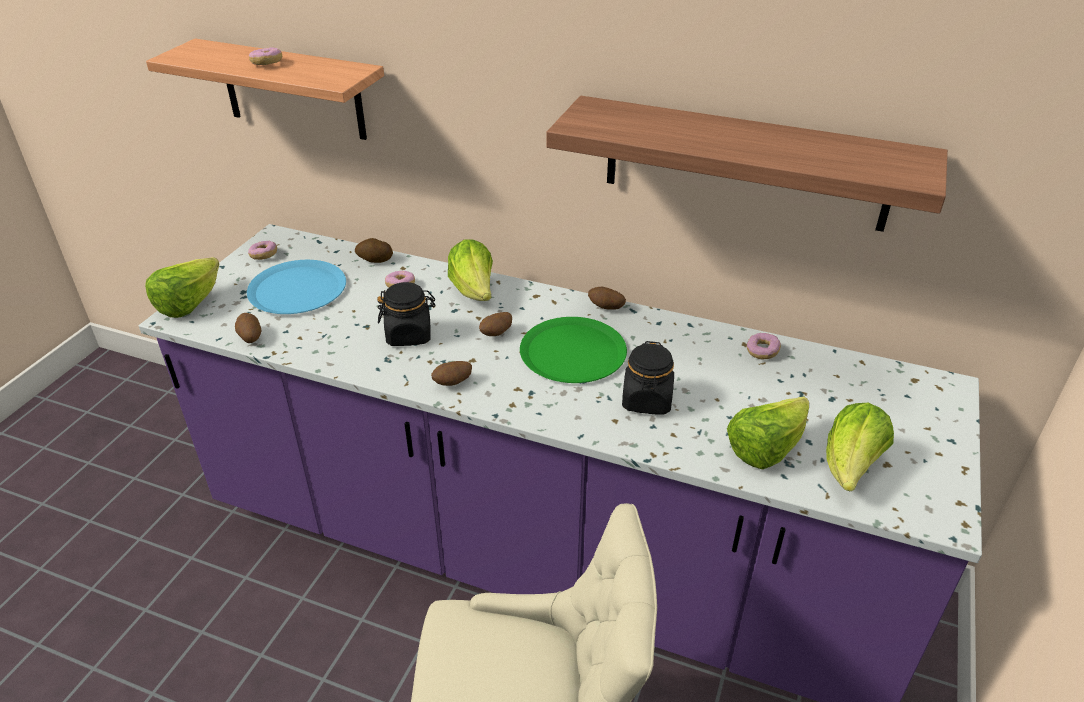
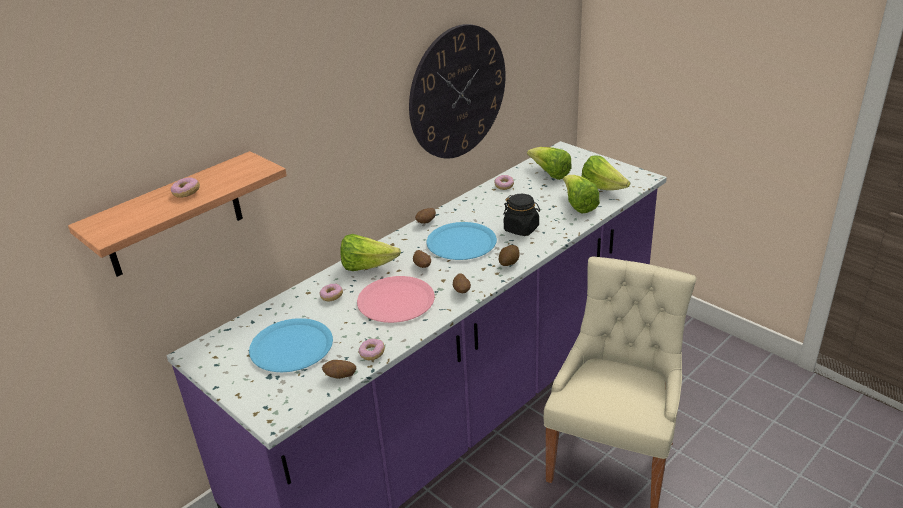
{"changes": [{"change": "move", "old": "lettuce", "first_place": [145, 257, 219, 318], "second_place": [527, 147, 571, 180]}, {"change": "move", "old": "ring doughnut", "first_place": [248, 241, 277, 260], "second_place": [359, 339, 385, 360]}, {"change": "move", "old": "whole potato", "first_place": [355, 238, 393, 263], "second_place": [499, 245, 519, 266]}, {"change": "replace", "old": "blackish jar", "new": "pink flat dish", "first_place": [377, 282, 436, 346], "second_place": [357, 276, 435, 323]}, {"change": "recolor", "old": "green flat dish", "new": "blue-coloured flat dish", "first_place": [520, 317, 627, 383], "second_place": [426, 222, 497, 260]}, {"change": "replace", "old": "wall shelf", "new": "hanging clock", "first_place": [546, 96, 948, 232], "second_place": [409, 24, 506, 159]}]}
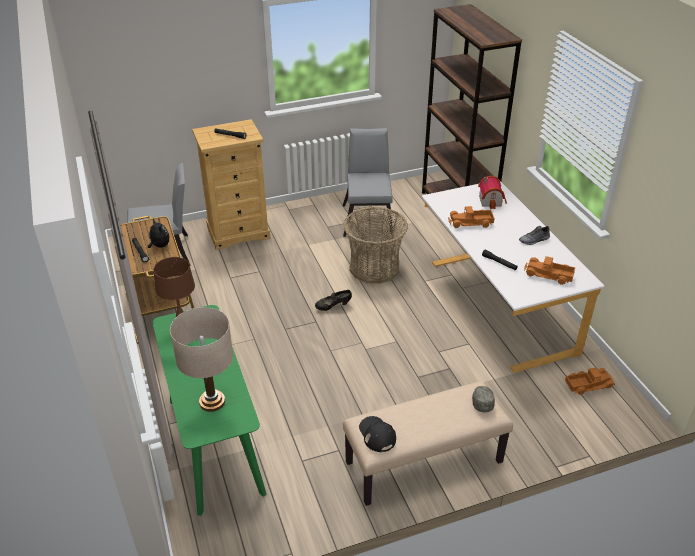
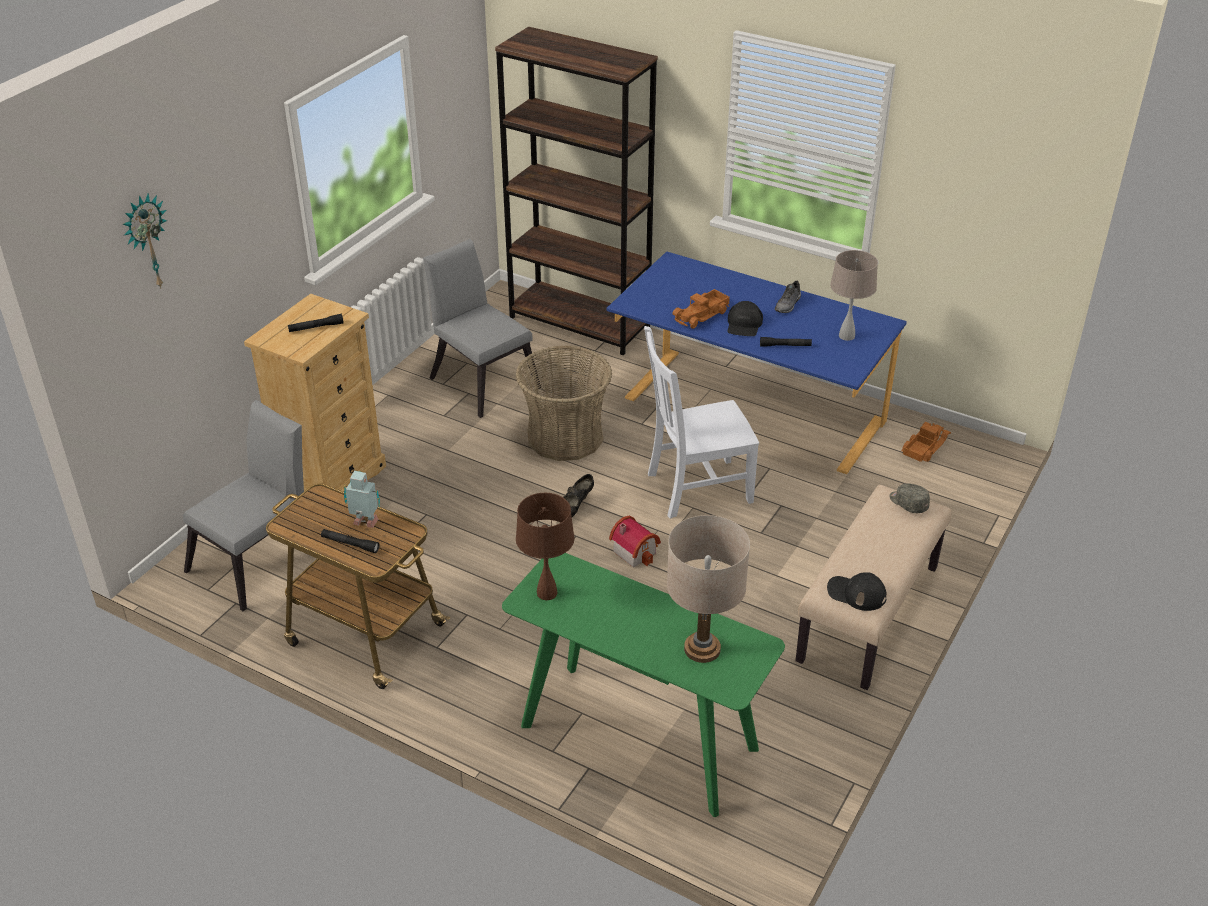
{"changes": [{"change": "replace", "old": "plush toy", "new": "model robot", "first_place": [148, 220, 169, 248], "second_place": [344, 471, 380, 528]}, {"change": "recolor", "old": "whitish desk table", "new": "blue-coloured desk table", "first_place": [422, 181, 605, 373], "second_place": [607, 252, 907, 474]}, {"change": "move", "old": "miniature house", "first_place": [478, 176, 507, 209], "second_place": [609, 516, 661, 568]}, {"change": "replace", "old": "model truck", "new": "beige tabletop lamp", "first_place": [524, 256, 575, 285], "second_place": [830, 250, 878, 341]}, {"change": "insert", "new": "hanging clock", "second_place": [123, 193, 167, 288]}, {"change": "insert", "new": "whitish plain chair", "second_place": [644, 326, 759, 519]}, {"change": "insert", "new": "blackish baseball cap", "second_place": [727, 301, 763, 336]}]}
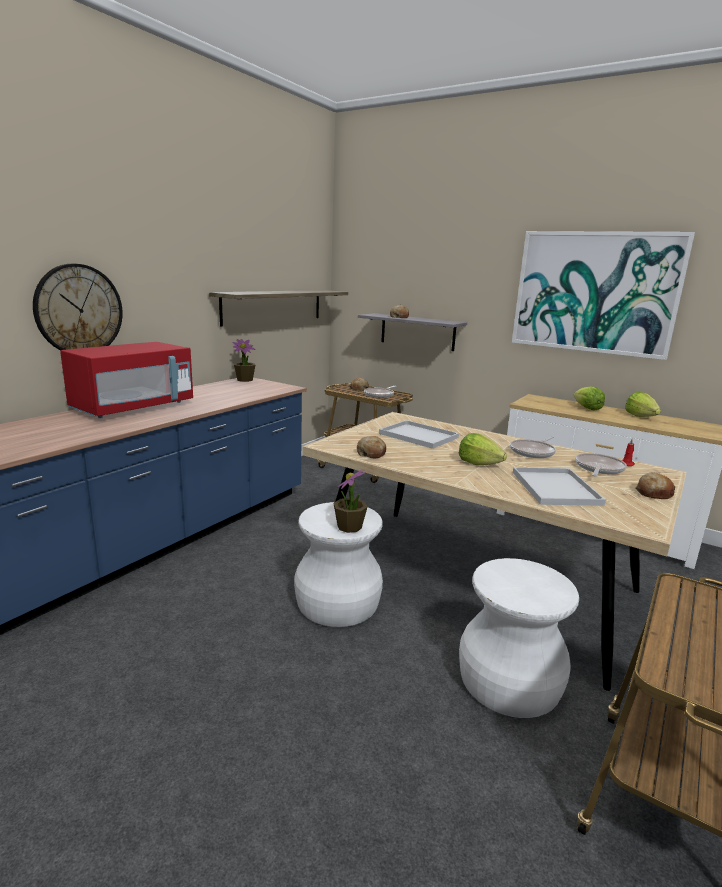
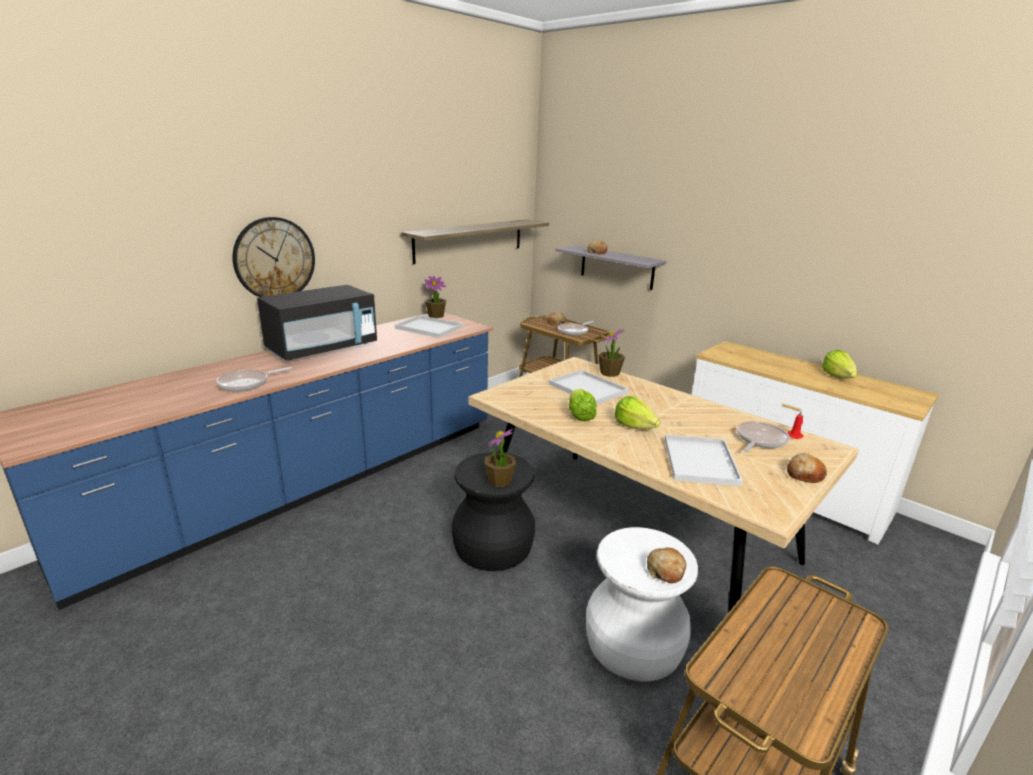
{"changes": [{"change": "recolor", "old": "reddish microwave oven", "new": "blackish microwave oven", "first_place": [60, 342, 193, 418], "second_place": [257, 285, 377, 361]}, {"change": "recolor", "old": "whitish stool seat", "new": "blackish stool seat", "first_place": [294, 502, 383, 627], "second_place": [452, 452, 535, 571]}, {"change": "move", "old": "baked bread", "first_place": [357, 436, 386, 458], "second_place": [647, 548, 686, 583]}, {"change": "move", "old": "skillet", "first_place": [510, 436, 556, 458], "second_place": [216, 367, 292, 392]}, {"change": "delete", "old": "wall art", "first_place": [512, 231, 695, 360]}, {"change": "move", "old": "lettuce", "first_place": [574, 386, 605, 411], "second_place": [569, 389, 596, 421]}, {"change": "insert", "new": "whitish serving tray", "second_place": [395, 315, 462, 338]}, {"change": "insert", "new": "houseplant", "second_place": [599, 329, 625, 377]}]}
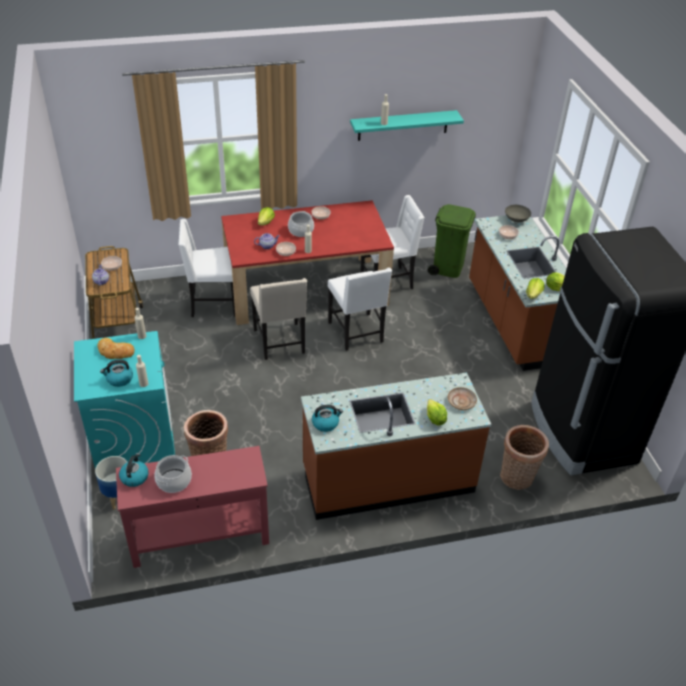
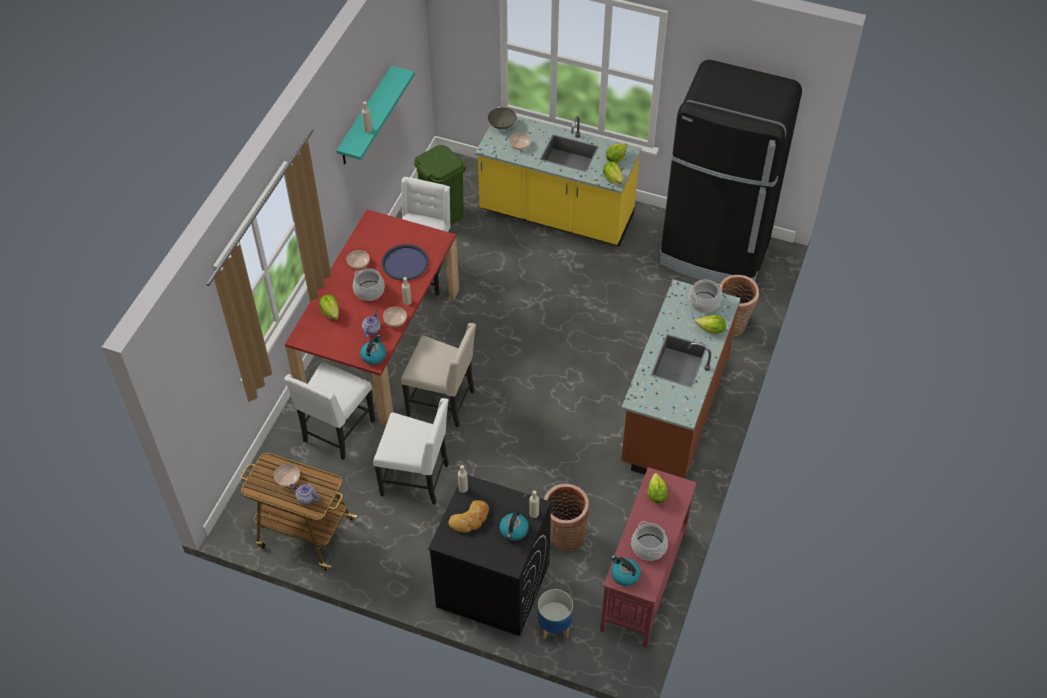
{"changes": [{"change": "recolor", "old": "turquoise-coloured laundry machine", "new": "blackish laundry machine", "first_place": [74, 331, 175, 469], "second_place": [428, 475, 551, 636]}, {"change": "move", "old": "water kettle", "first_place": [312, 405, 343, 432], "second_place": [360, 335, 386, 365]}, {"change": "move", "old": "whitish plain chair", "first_place": [328, 268, 392, 351], "second_place": [373, 398, 449, 505]}, {"change": "replace", "old": "beige flat dish", "new": "cooking pot", "first_place": [448, 387, 477, 410], "second_place": [689, 279, 722, 312]}, {"change": "recolor", "old": "brownish kitchen counter", "new": "yellowish kitchen counter", "first_place": [469, 215, 566, 371], "second_place": [475, 116, 641, 246]}, {"change": "insert", "new": "blue-coloured serving tray", "second_place": [382, 244, 429, 280]}, {"change": "insert", "new": "lettuce", "second_place": [648, 473, 667, 504]}]}
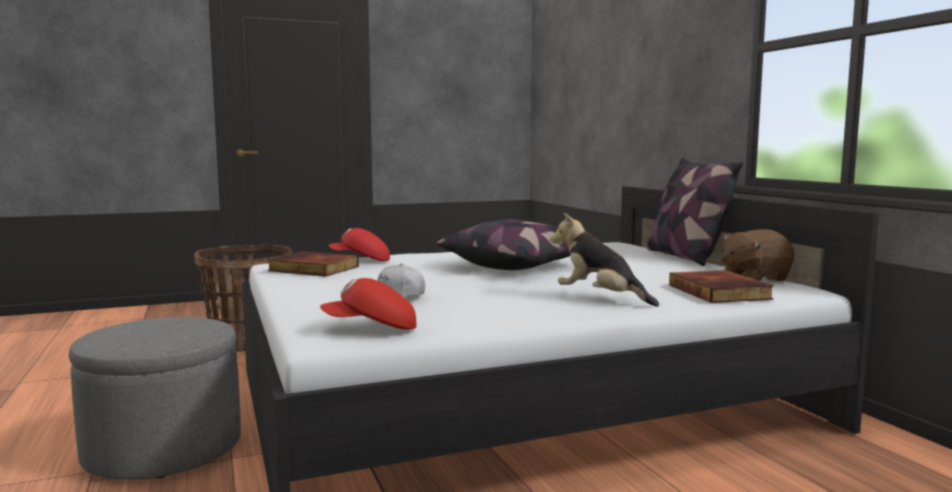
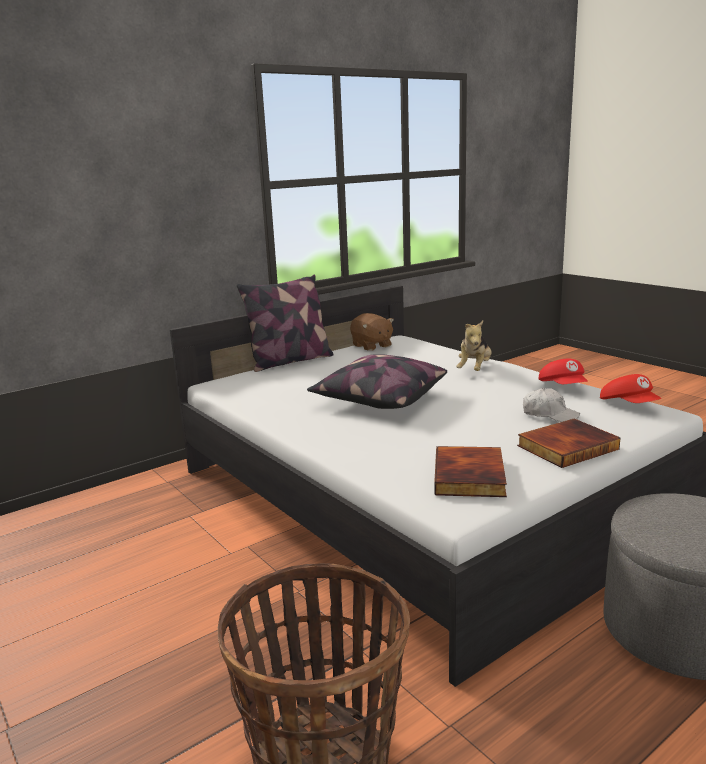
{"changes": [{"change": "move", "old": "reddish baseball cap", "first_place": [329, 228, 390, 261], "second_place": [538, 359, 588, 384]}, {"change": "move", "old": "book", "first_place": [669, 270, 774, 303], "second_place": [517, 419, 621, 468]}]}
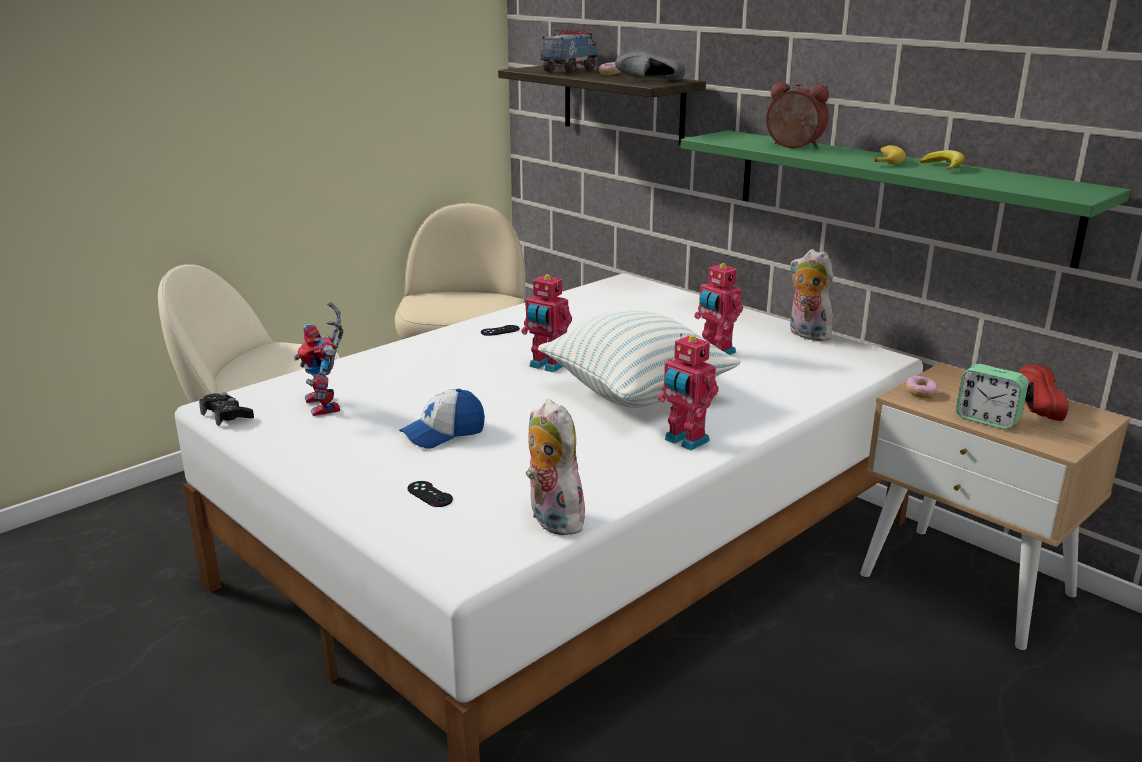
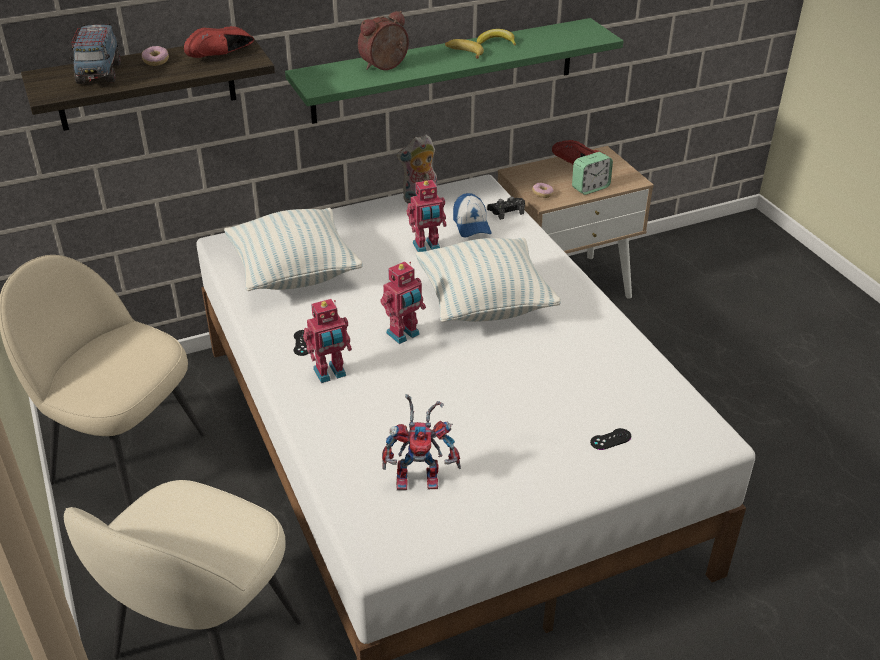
{"changes": [{"change": "move", "old": "blackish joypad", "first_place": [199, 393, 254, 426], "second_place": [487, 196, 525, 220]}, {"change": "move", "old": "baseball cap", "first_place": [399, 389, 485, 449], "second_place": [453, 193, 491, 237]}, {"change": "delete", "old": "plush toy", "first_place": [526, 399, 585, 535]}, {"change": "rotate", "old": "model truck", "first_place": [540, 29, 597, 73], "second_place": [69, 23, 121, 84], "degrees": -150}, {"change": "recolor", "old": "gray low shoe", "new": "reddish low shoe", "first_place": [615, 50, 685, 80], "second_place": [184, 26, 254, 58]}, {"change": "move", "old": "model robot", "first_place": [658, 334, 719, 451], "second_place": [303, 299, 352, 383]}, {"change": "insert", "new": "throw pillow", "second_place": [224, 208, 363, 291]}]}
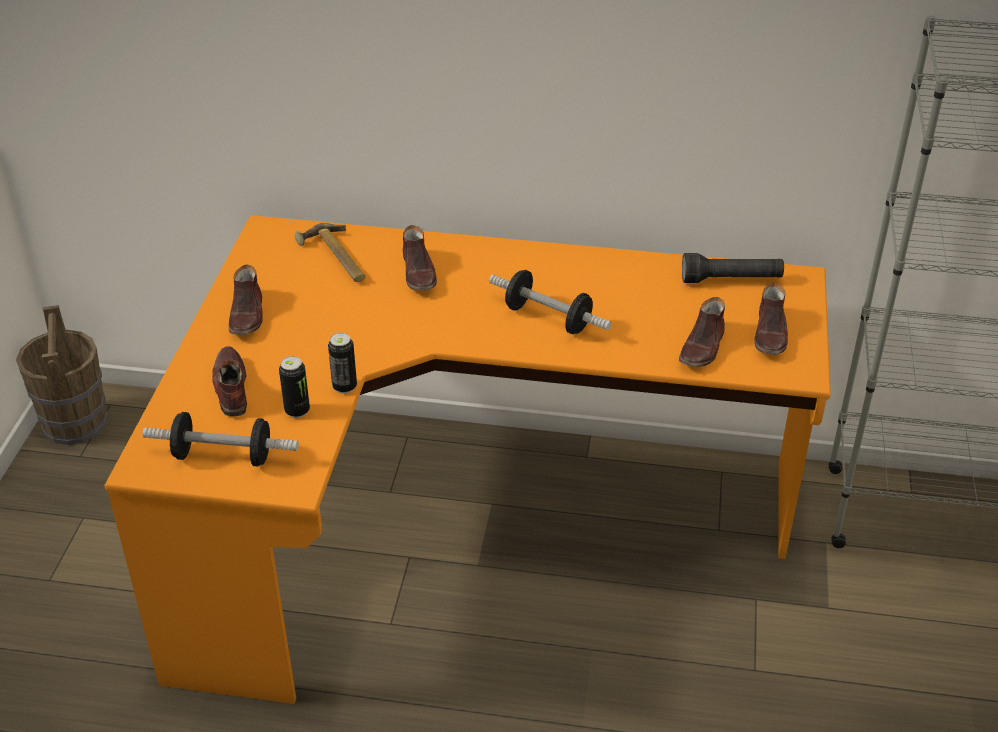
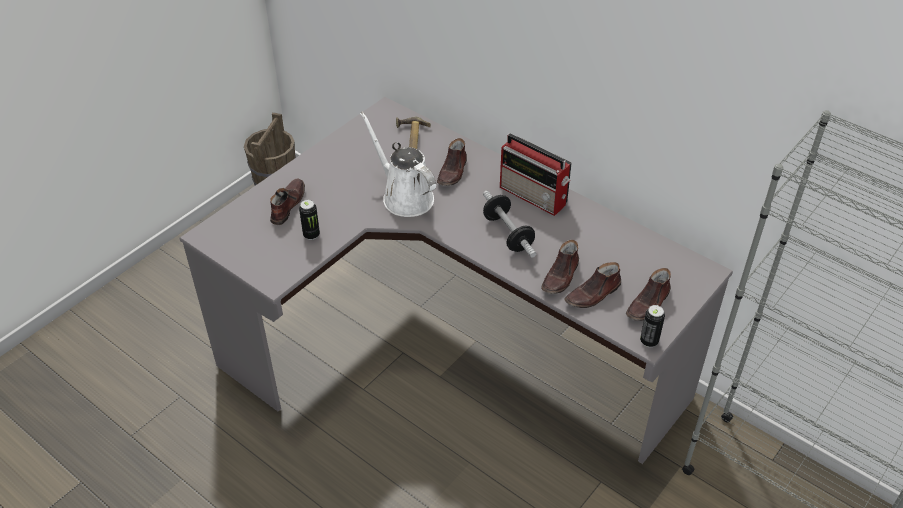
{"changes": [{"change": "recolor", "old": "orange-coloured desk table", "new": "gray desk table", "first_place": [104, 215, 831, 704], "second_place": [180, 97, 733, 464]}, {"change": "delete", "old": "free weight", "first_place": [143, 412, 299, 467]}, {"change": "move", "old": "brownish low shoe", "first_place": [229, 264, 263, 335], "second_place": [541, 240, 579, 294]}, {"change": "move", "old": "can", "first_place": [328, 333, 357, 394], "second_place": [640, 305, 665, 347]}, {"change": "delete", "old": "blackish torch", "first_place": [682, 253, 784, 283]}, {"change": "insert", "new": "whitish watering pot", "second_place": [360, 111, 436, 217]}, {"change": "insert", "new": "radio set", "second_place": [500, 133, 572, 216]}]}
